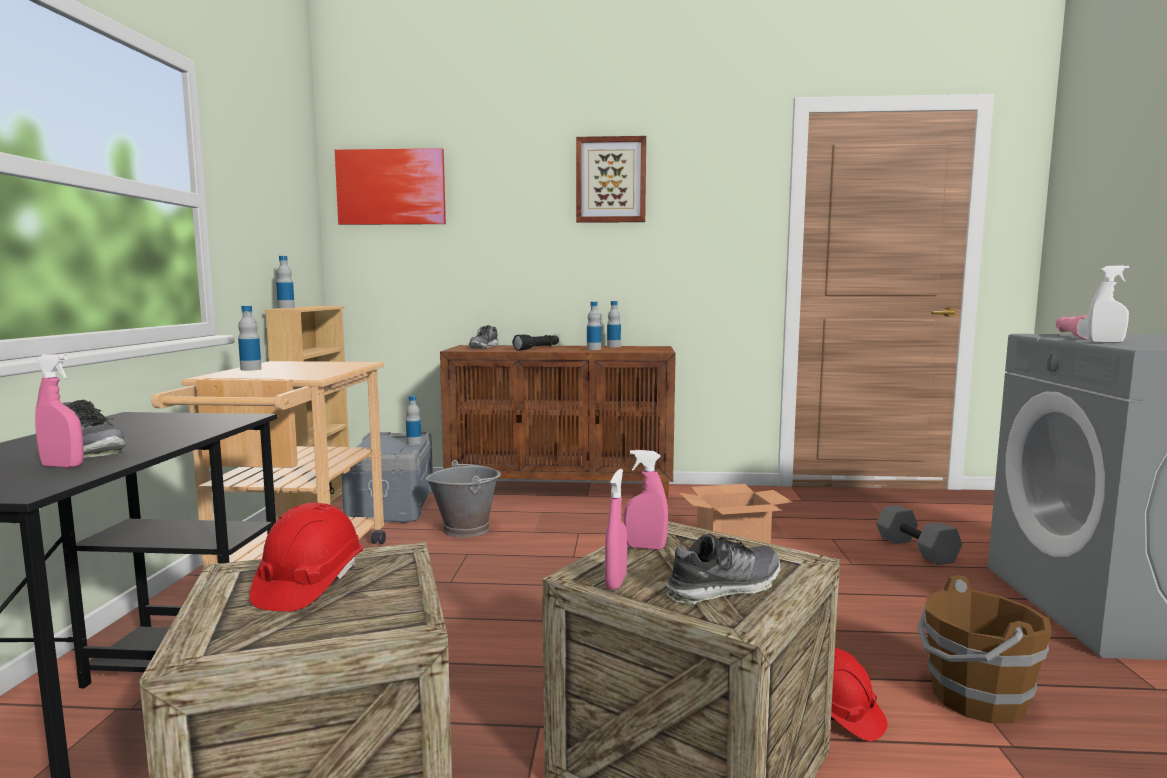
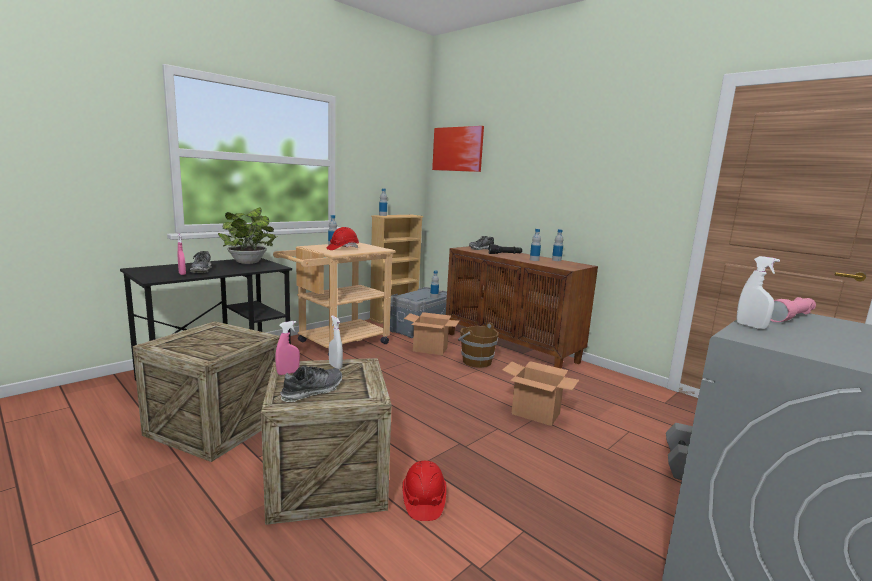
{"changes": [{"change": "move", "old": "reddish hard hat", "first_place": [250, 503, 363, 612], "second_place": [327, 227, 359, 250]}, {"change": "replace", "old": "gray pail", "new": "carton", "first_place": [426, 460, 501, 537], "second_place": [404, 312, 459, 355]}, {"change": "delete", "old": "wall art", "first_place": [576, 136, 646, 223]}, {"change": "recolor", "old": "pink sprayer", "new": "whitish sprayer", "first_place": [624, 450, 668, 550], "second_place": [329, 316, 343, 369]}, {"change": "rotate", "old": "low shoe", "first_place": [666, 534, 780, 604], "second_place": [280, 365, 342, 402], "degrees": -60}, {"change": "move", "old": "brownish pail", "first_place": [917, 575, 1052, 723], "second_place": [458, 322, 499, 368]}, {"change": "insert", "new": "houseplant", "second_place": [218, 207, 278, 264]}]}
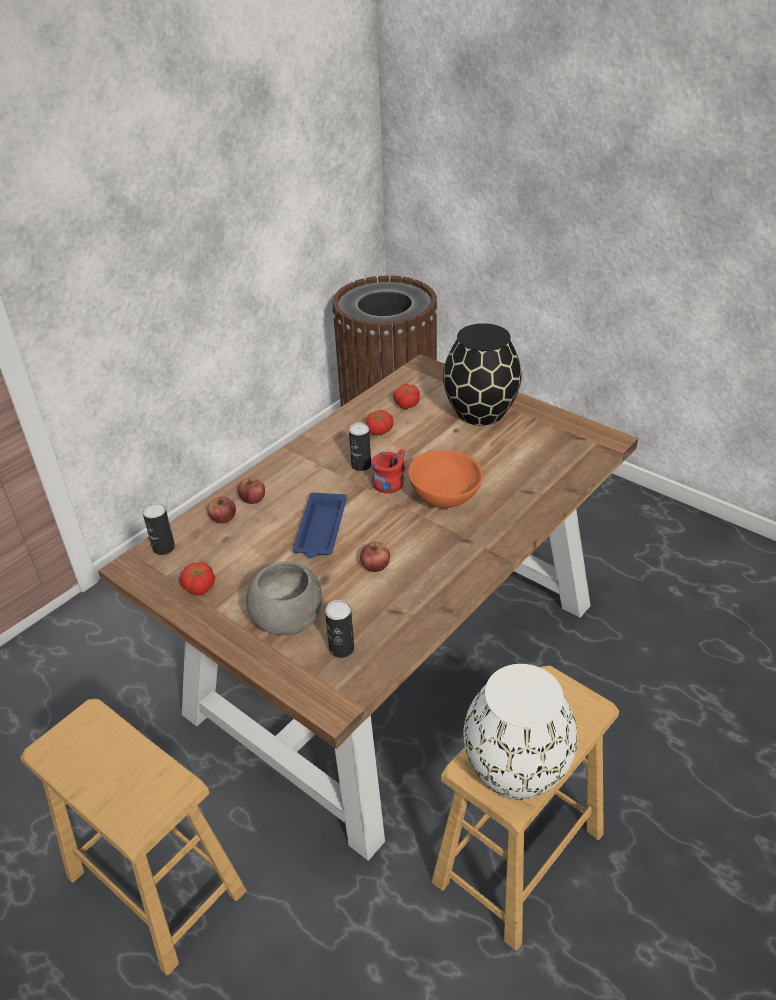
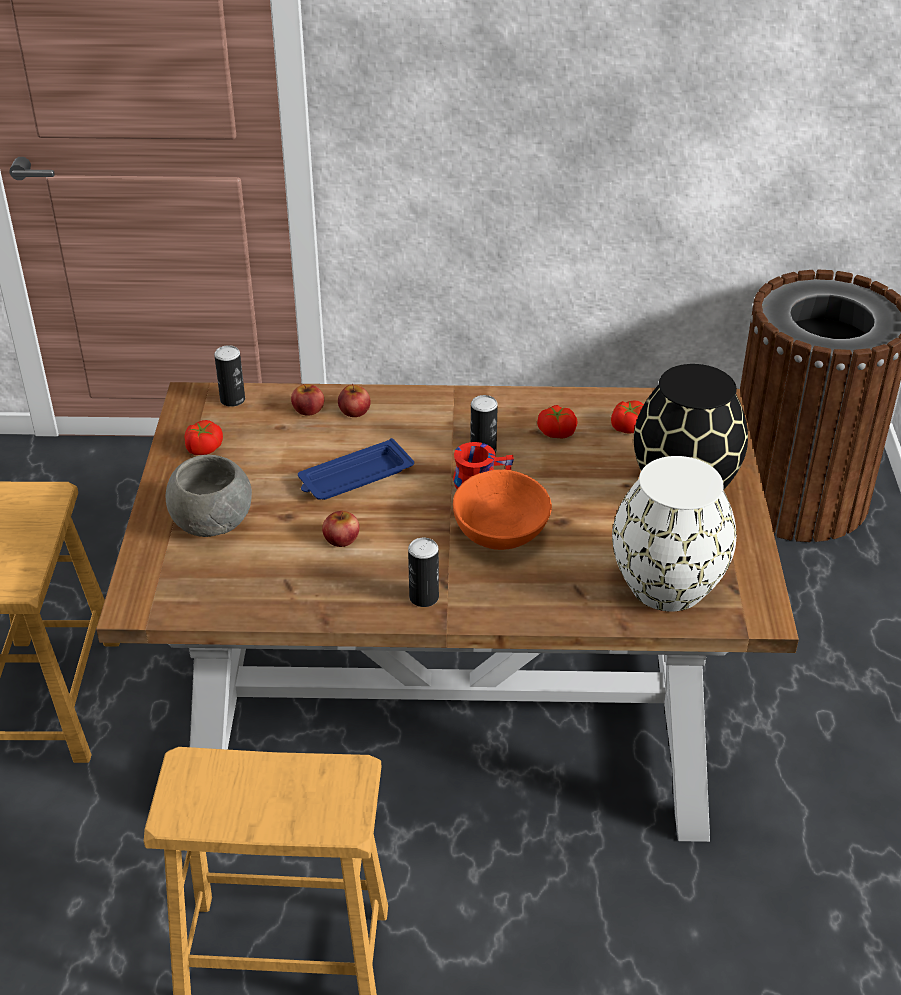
{"changes": [{"change": "move", "old": "can", "first_place": [325, 600, 354, 658], "second_place": [408, 538, 439, 607]}, {"change": "move", "old": "whitish vase", "first_place": [464, 664, 577, 800], "second_place": [612, 456, 736, 612]}]}
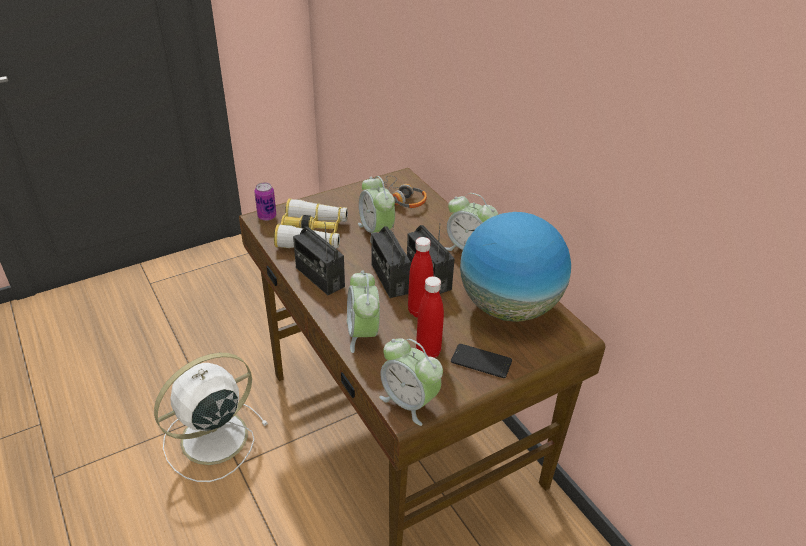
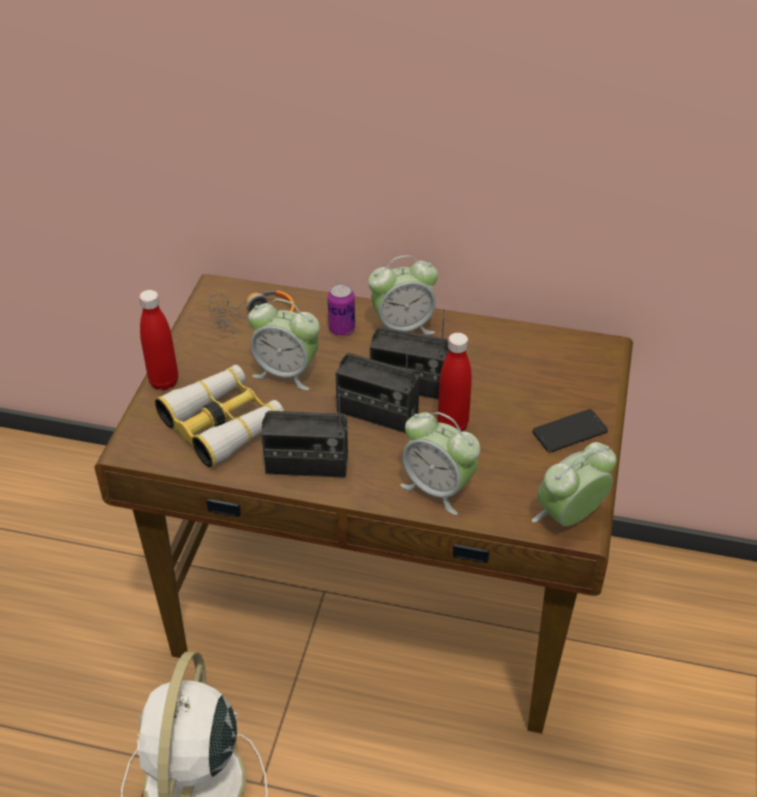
{"changes": [{"change": "move", "old": "can", "first_place": [254, 183, 276, 221], "second_place": [327, 283, 355, 336]}, {"change": "rotate", "old": "table clock", "first_place": [379, 338, 443, 426], "second_place": [532, 442, 617, 526], "degrees": 150}, {"change": "move", "old": "reddish beverage bottle", "first_place": [416, 276, 444, 358], "second_place": [139, 290, 178, 390]}, {"change": "delete", "old": "desk globe", "first_place": [460, 212, 571, 322]}]}
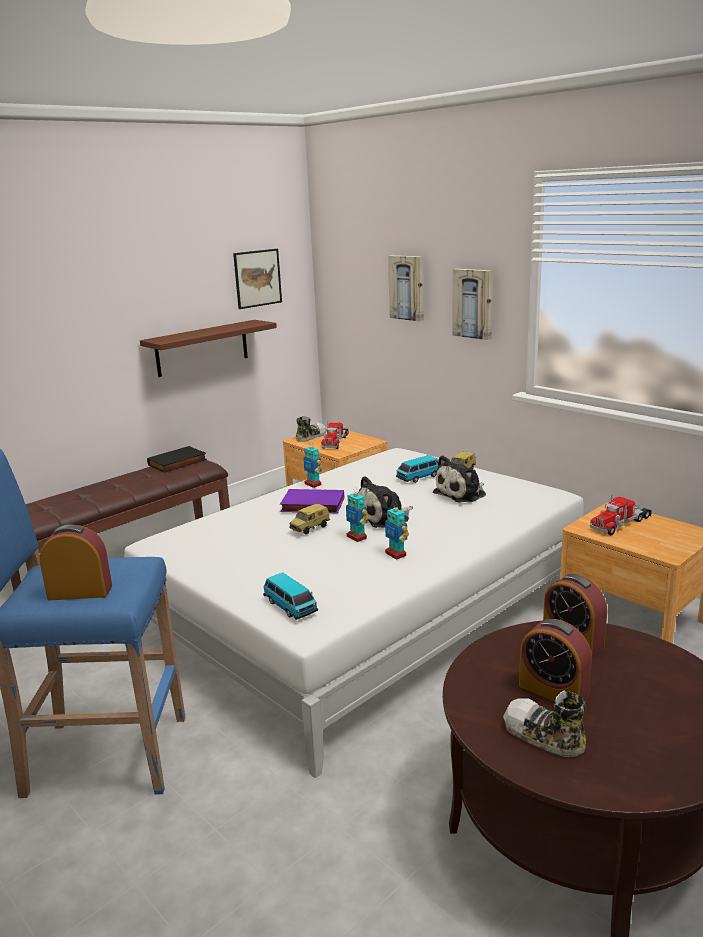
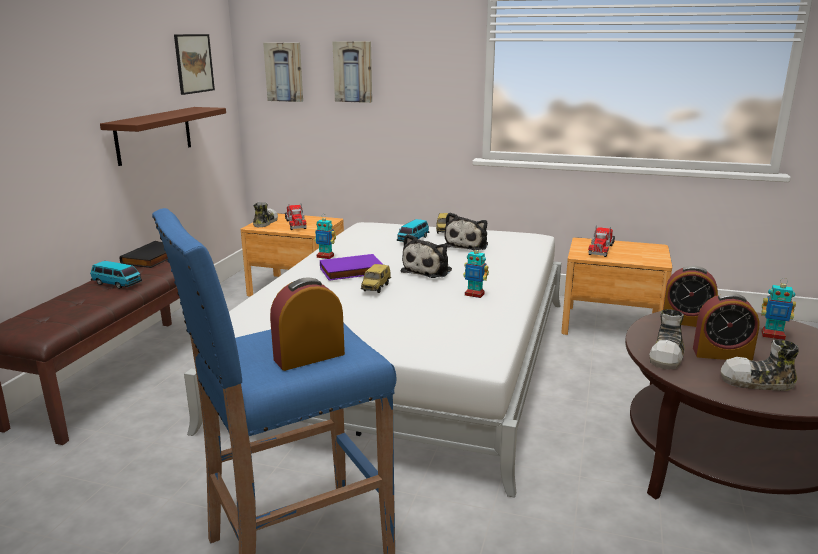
{"changes": [{"change": "move", "old": "model car", "first_place": [263, 573, 318, 620], "second_place": [91, 261, 142, 289]}, {"change": "move", "old": "model robot", "first_place": [346, 488, 369, 542], "second_place": [761, 278, 796, 340]}, {"change": "move", "old": "wall art", "first_place": [453, 269, 493, 340], "second_place": [263, 43, 303, 102]}, {"change": "insert", "new": "low shoe", "second_place": [649, 309, 685, 370]}]}
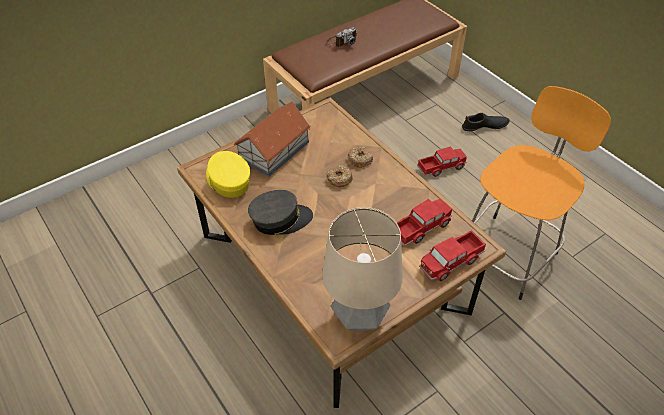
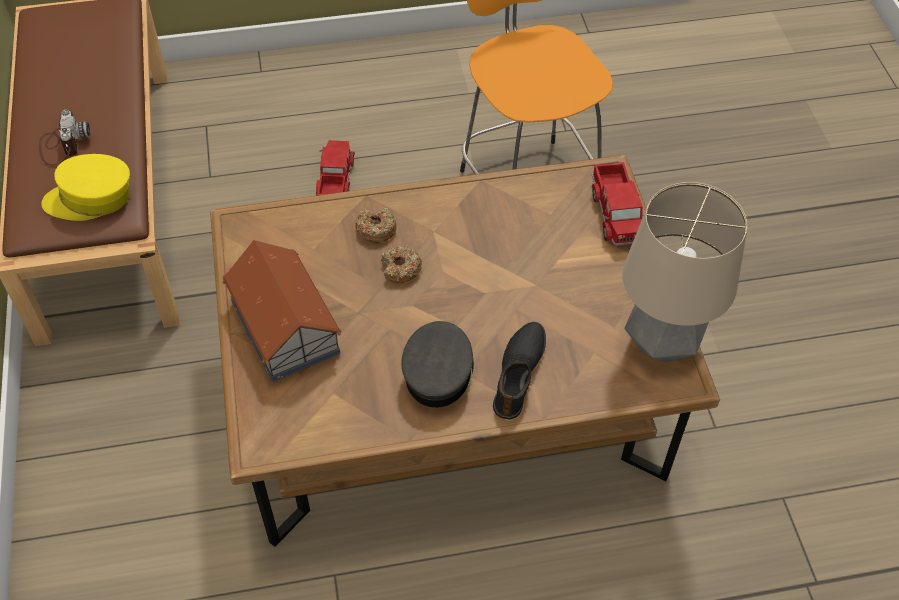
{"changes": [{"change": "move", "old": "yellowish baseball cap", "first_place": [206, 151, 250, 198], "second_place": [42, 154, 130, 221]}, {"change": "delete", "old": "model truck", "first_place": [396, 199, 452, 246]}, {"change": "move", "old": "blackish low shoe", "first_place": [462, 113, 510, 131], "second_place": [493, 322, 546, 419]}]}
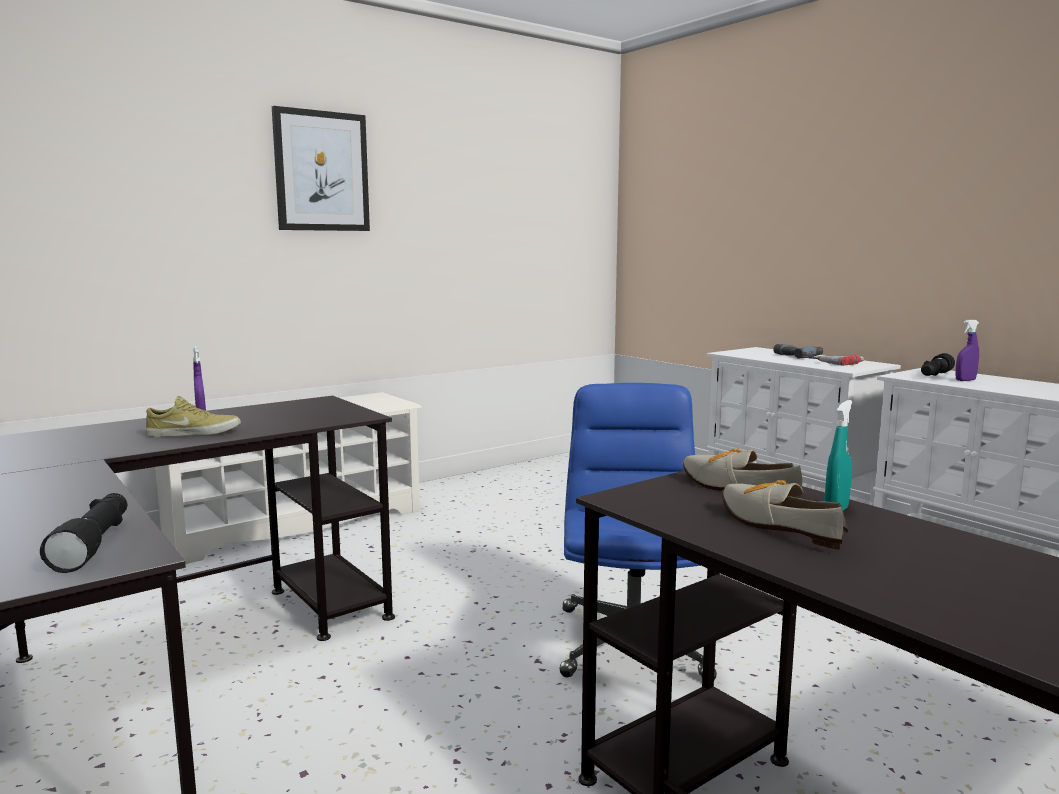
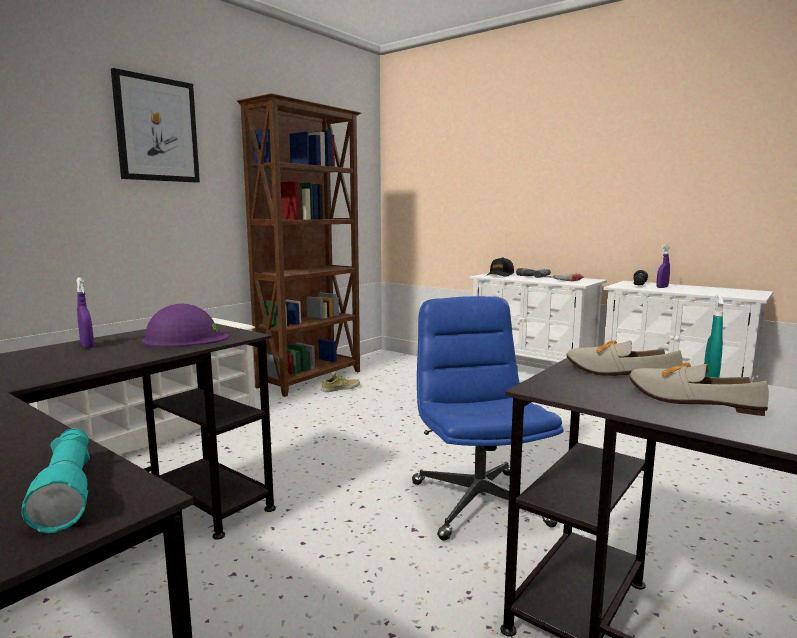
{"changes": [{"change": "recolor", "old": "blackish torch", "new": "turquoise-coloured torch", "first_place": [40, 493, 127, 573], "second_place": [22, 428, 90, 533]}, {"change": "move", "old": "beige low shoe", "first_place": [146, 396, 241, 437], "second_place": [321, 373, 360, 392]}, {"change": "insert", "new": "purple-coloured hard hat", "second_place": [142, 304, 230, 347]}, {"change": "insert", "new": "brownish bookcase", "second_place": [237, 93, 361, 397]}, {"change": "insert", "new": "blackish baseball cap", "second_place": [487, 257, 514, 277]}]}
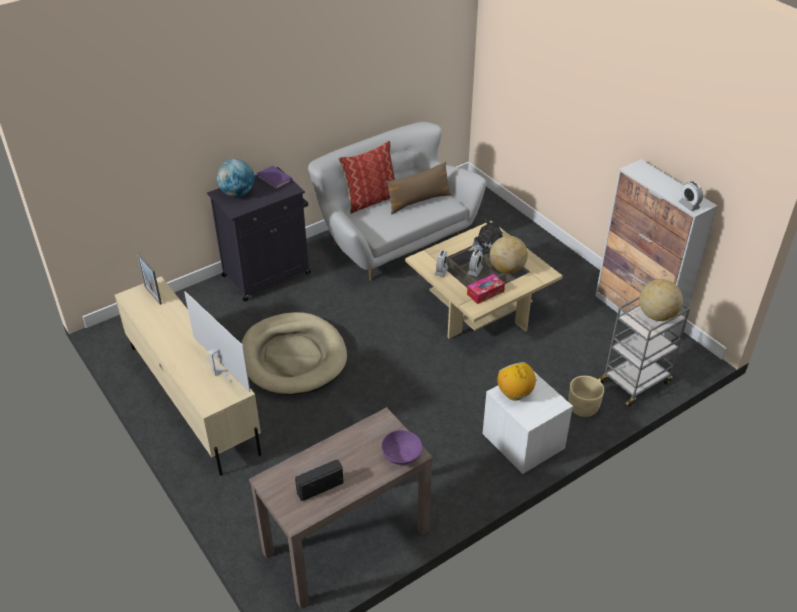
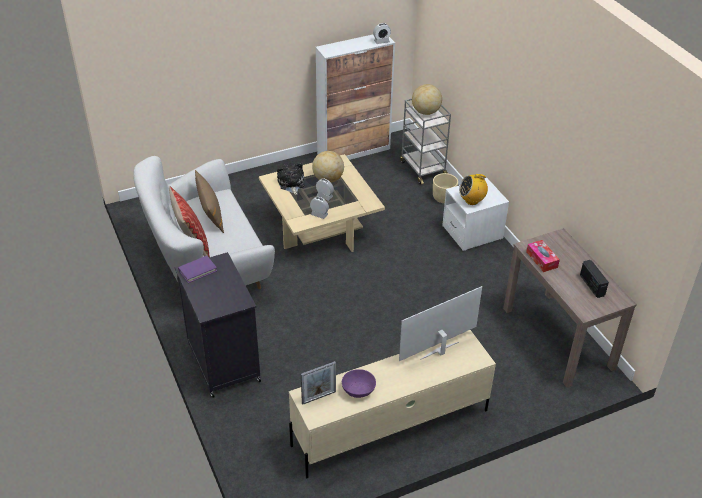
{"changes": [{"change": "delete", "old": "desk globe", "first_place": [216, 159, 255, 197]}, {"change": "delete", "old": "beige dog bed", "first_place": [241, 312, 347, 395]}, {"change": "move", "old": "purple-coloured serving bowl", "first_place": [382, 430, 422, 465], "second_place": [342, 369, 376, 398]}, {"change": "move", "old": "tissue holder", "first_place": [467, 274, 505, 304], "second_place": [526, 240, 560, 272]}]}
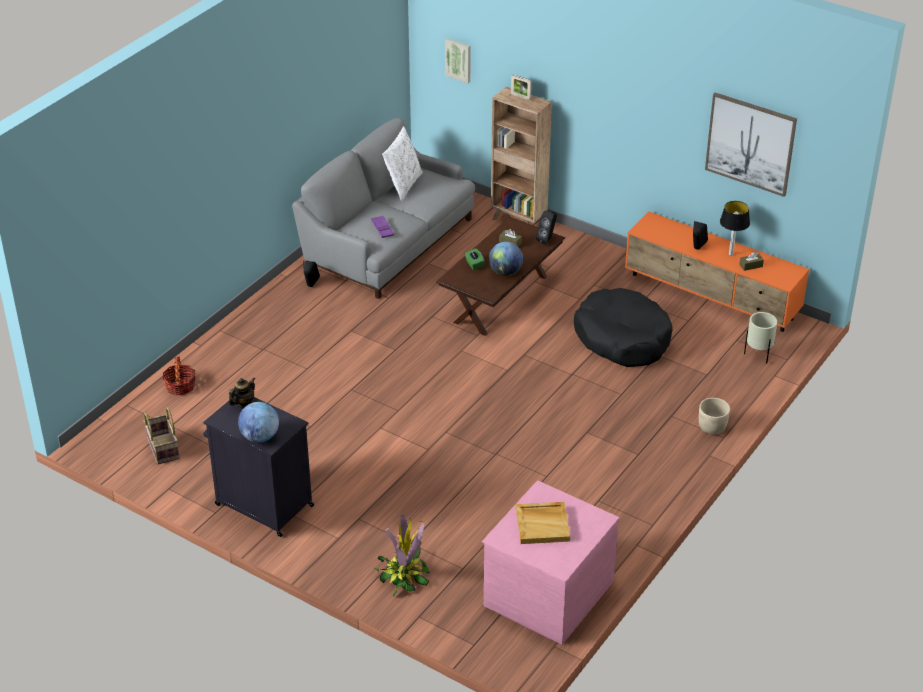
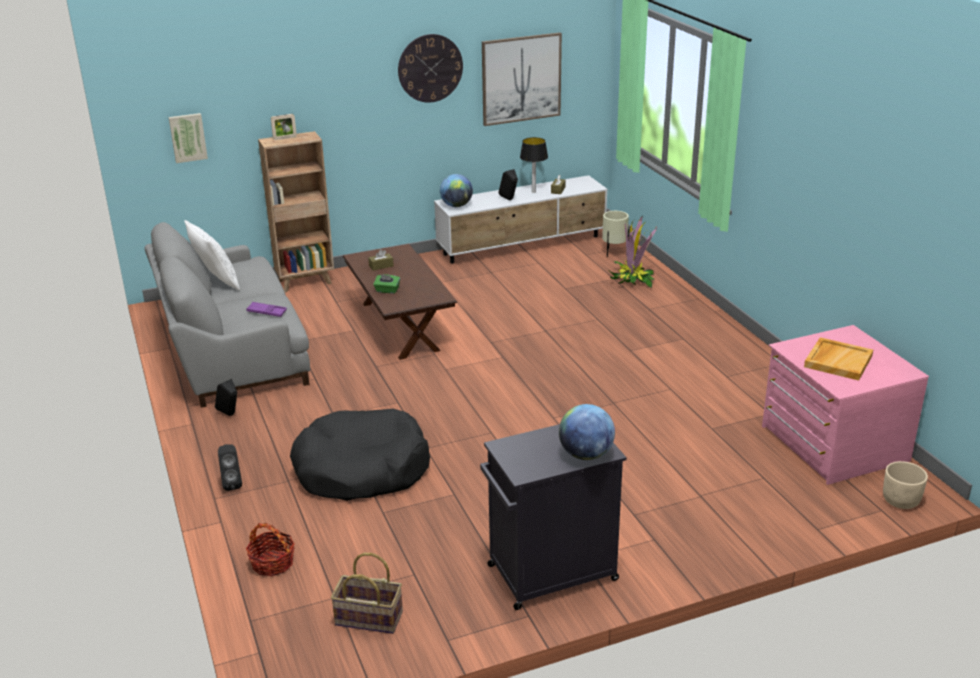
{"changes": [{"change": "delete", "old": "pot for tea", "first_place": [229, 377, 255, 408]}, {"change": "move", "old": "houseplant", "first_place": [374, 514, 430, 597], "second_place": [607, 216, 657, 288]}, {"change": "move", "old": "desk globe", "first_place": [489, 242, 523, 276], "second_place": [440, 174, 473, 207]}, {"change": "move", "old": "blackish audio speaker", "first_place": [536, 210, 557, 244], "second_place": [218, 444, 242, 491]}, {"change": "move", "old": "blackish dog bed", "first_place": [574, 288, 673, 367], "second_place": [290, 409, 430, 501]}, {"change": "recolor", "old": "orange-coloured tv unit", "new": "whitish tv unit", "first_place": [625, 211, 810, 332], "second_place": [434, 175, 608, 263]}, {"change": "move", "old": "beige plant pot", "first_place": [699, 398, 730, 434], "second_place": [883, 461, 928, 509]}, {"change": "insert", "new": "hanging clock", "second_place": [398, 34, 463, 103]}]}
